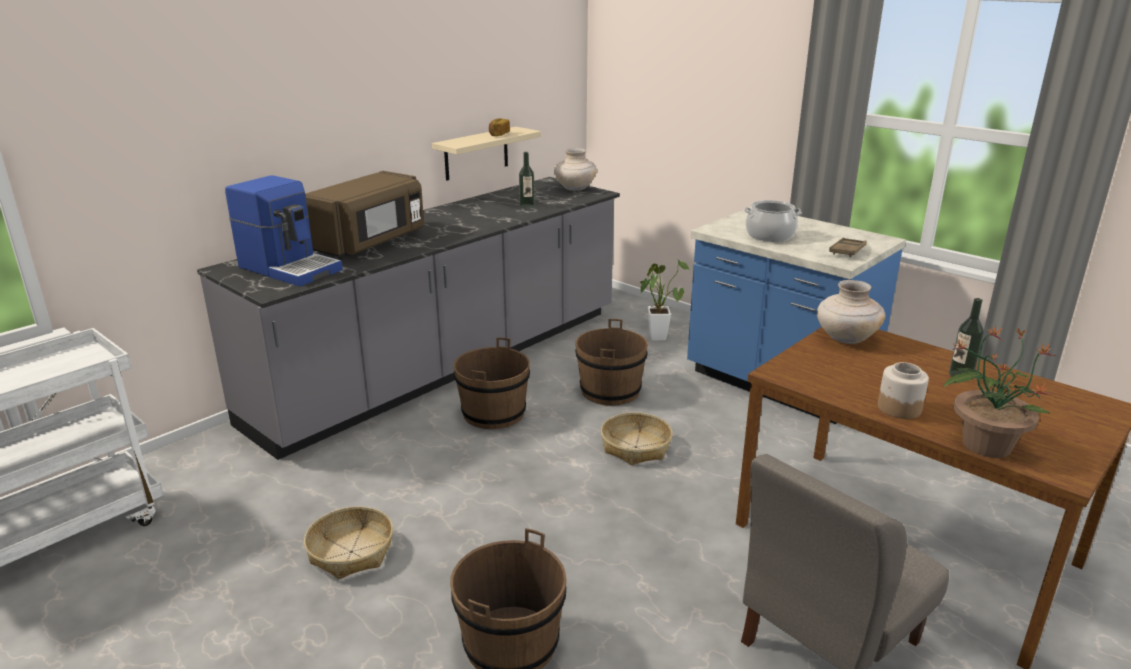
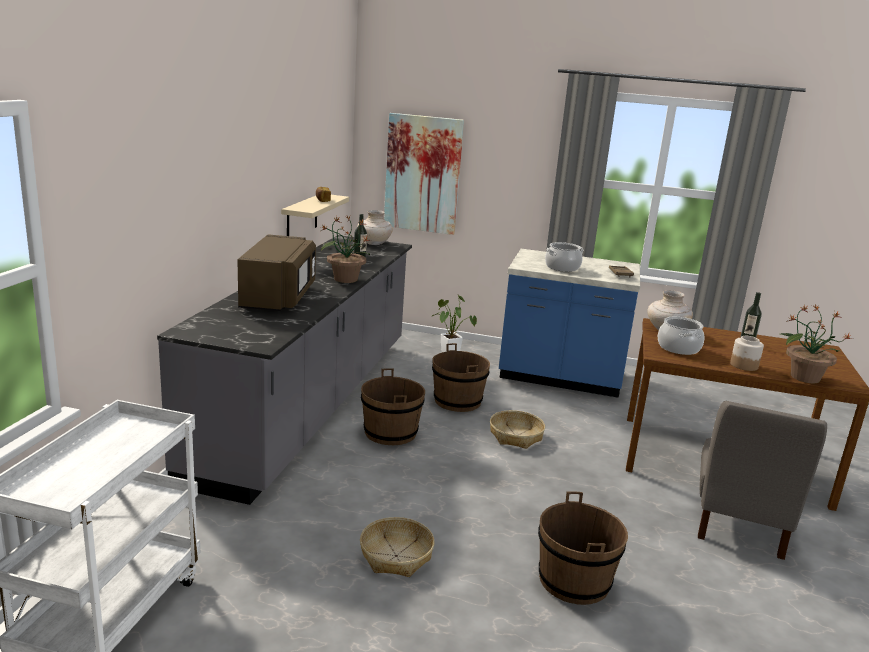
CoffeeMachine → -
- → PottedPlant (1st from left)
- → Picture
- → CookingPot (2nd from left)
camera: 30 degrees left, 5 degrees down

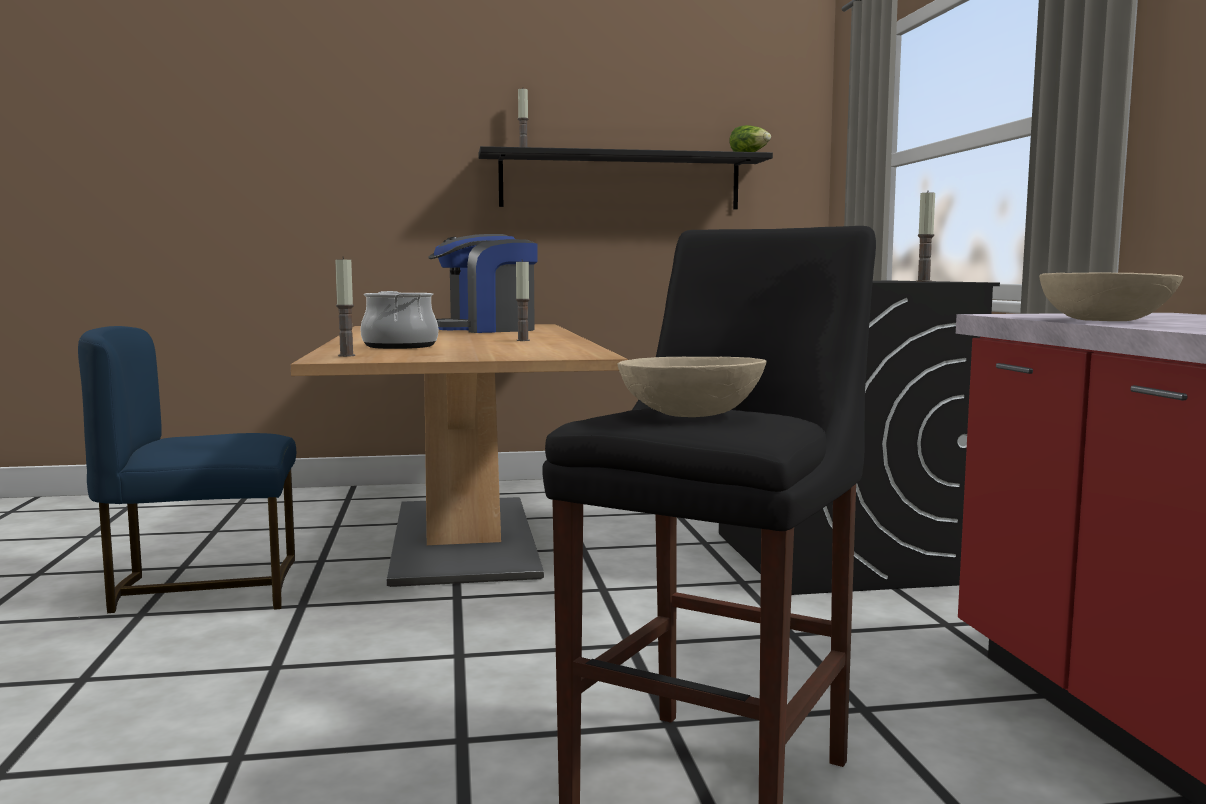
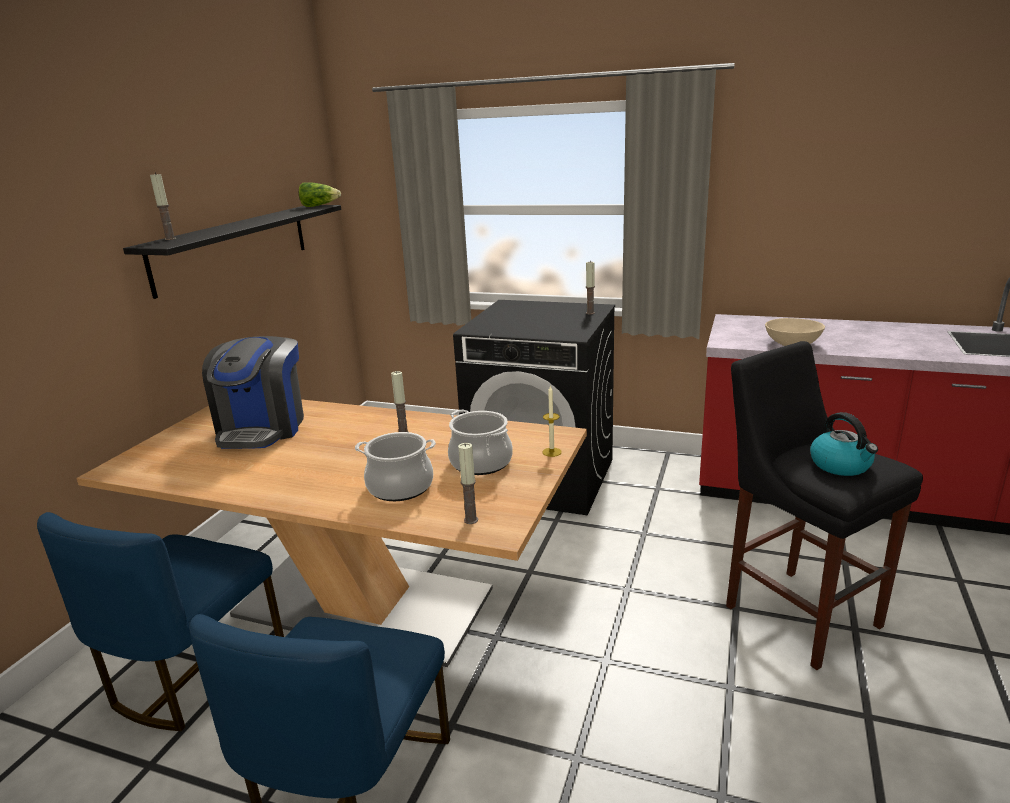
- → BlueChair (1st from left)
- → CookingPot (2nd from left)
- → Candle (4th from left)
BeigeBowl (1st from left) → Kettle
camera: 60 degrees left, 15 degrees up

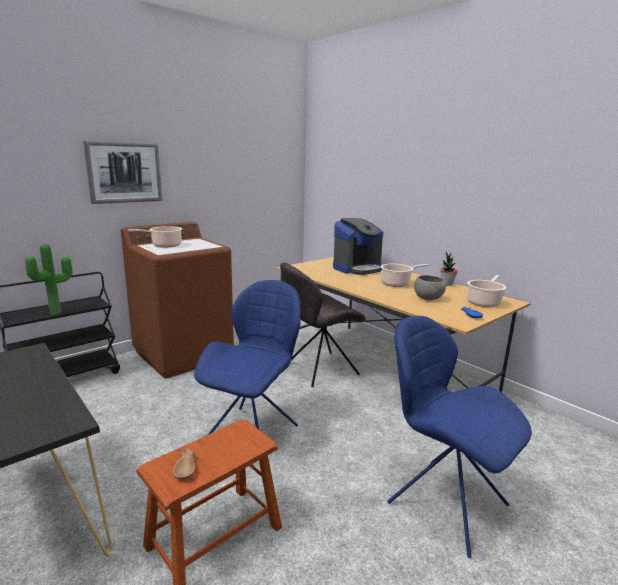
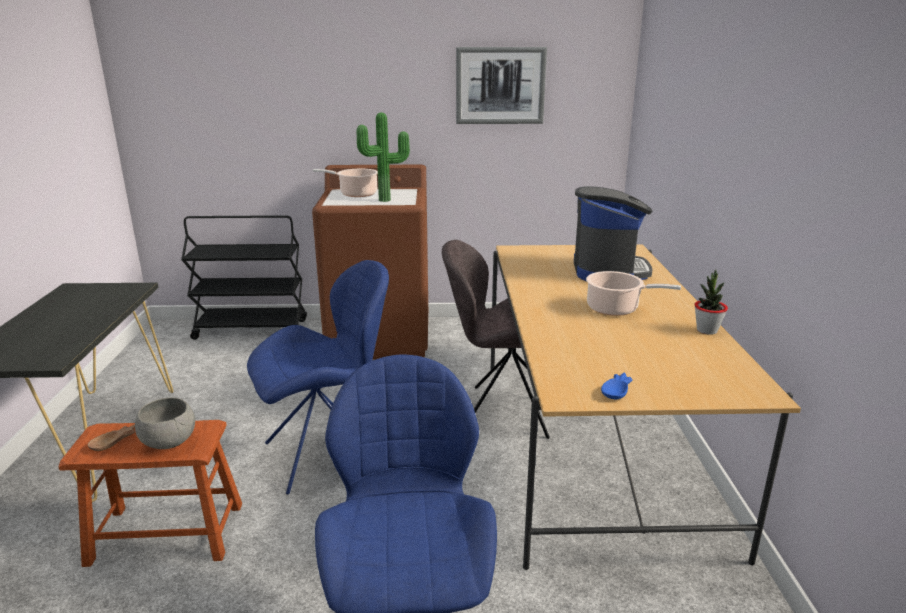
CookingPot (3rd from left) → -
PottedPlant (1st from left), moved
Picture, moved
GreyBowl, moved
CoffeeMachine, 90 degrees counterclockwise
camera: 40 degrees right, 5 degrees up

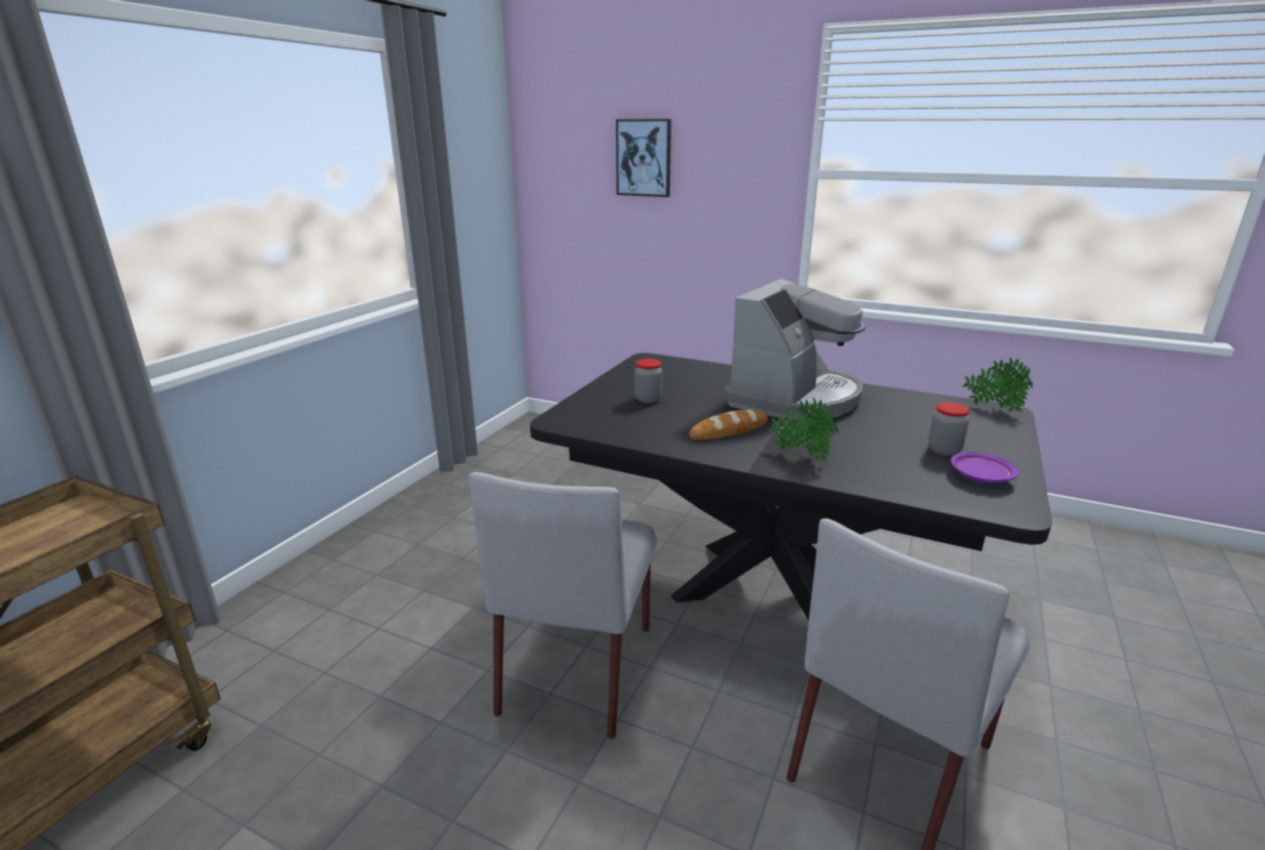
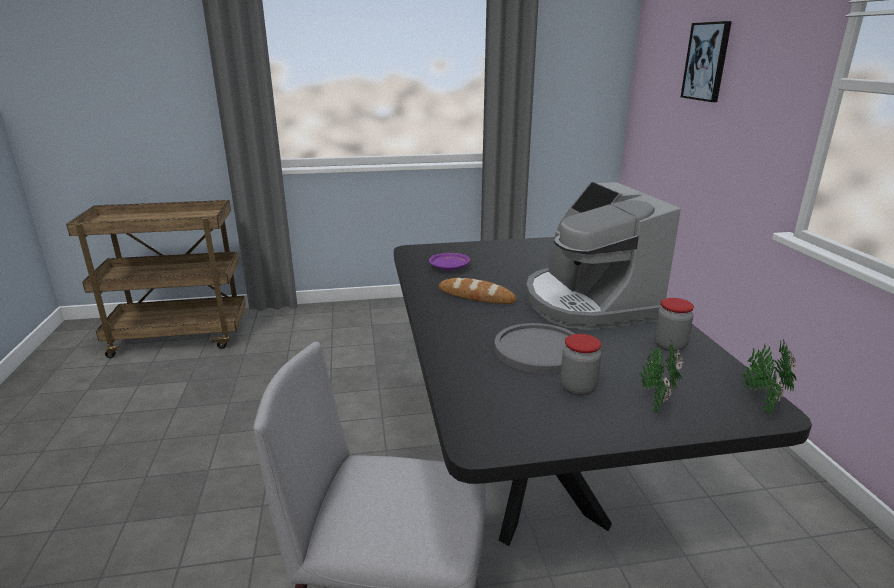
GreyChair (1st from left) → -
- → GreyPlate
Jar (1st from left in the first image) → Jar (2nd from left), moved
PottedPlant (1st from left), moved
PurplePlate, moved
CoffeeMachine, 75 degrees clockwise
camera: 55 degrees right, 0 degrees up

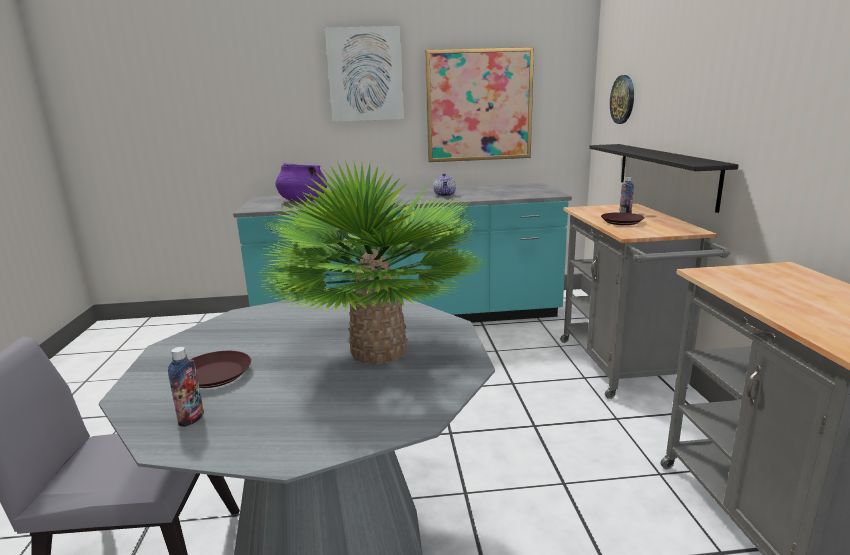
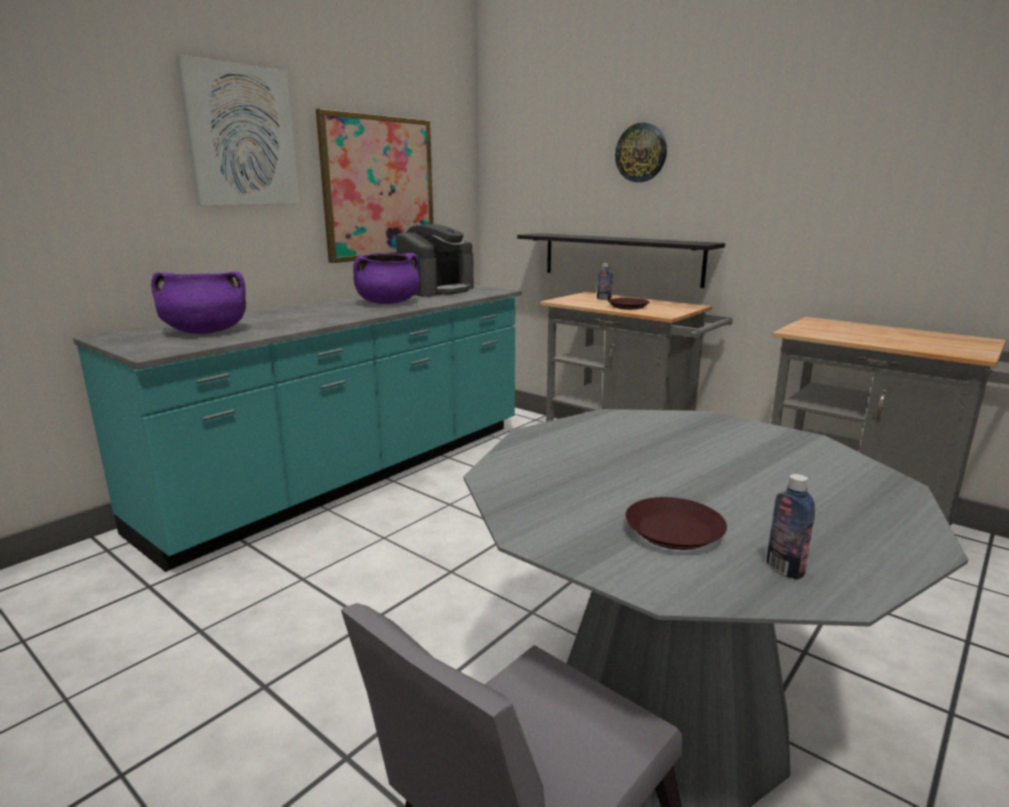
PottedPlant → -
- → CoffeeMachine
WallClock, moved
Teapot → PurpleCookingPot (2nd from left)
camera: 45 degrees left, 0 degrees up

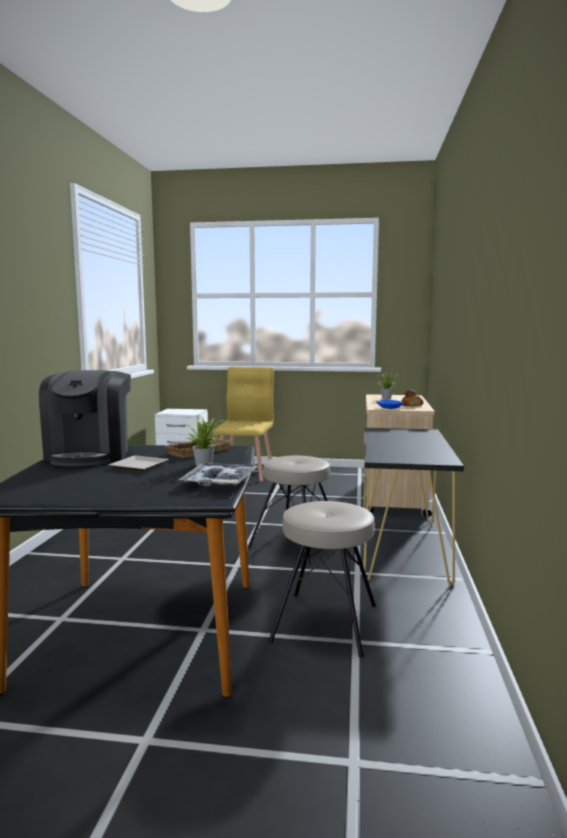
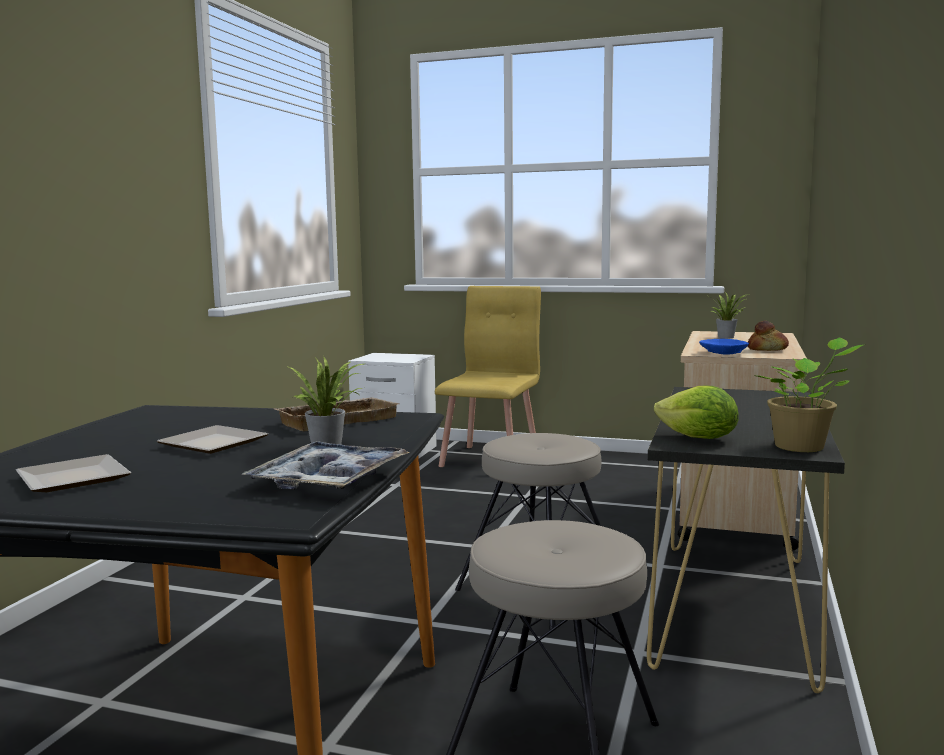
CoffeeMachine → -
- → Plate (1st from left)
- → Lettuce
- → PottedPlant (3rd from left)
camera: 10 degrees right, 0 degrees up

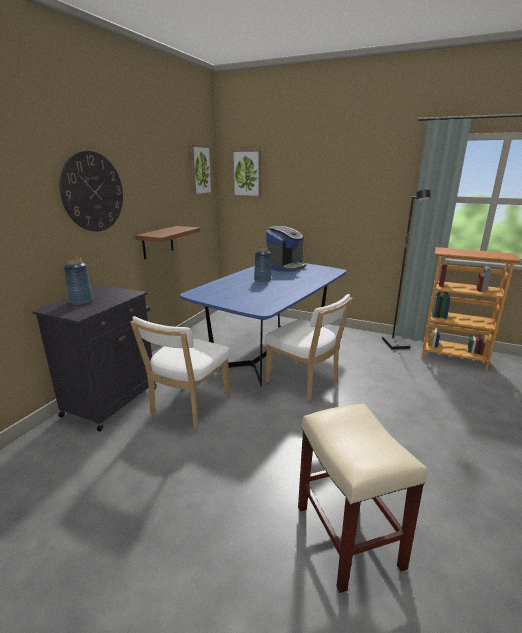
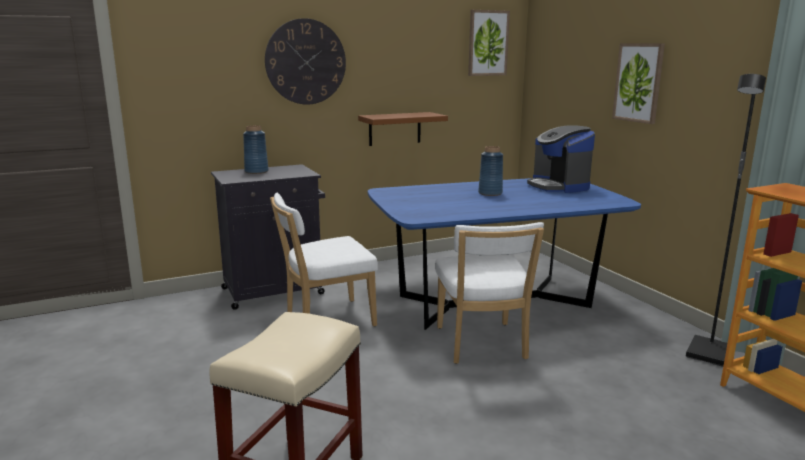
Picture (2nd from left), moved
CoffeeMachine, 75 degrees clockwise
camera: 40 degrees right, 5 degrees down

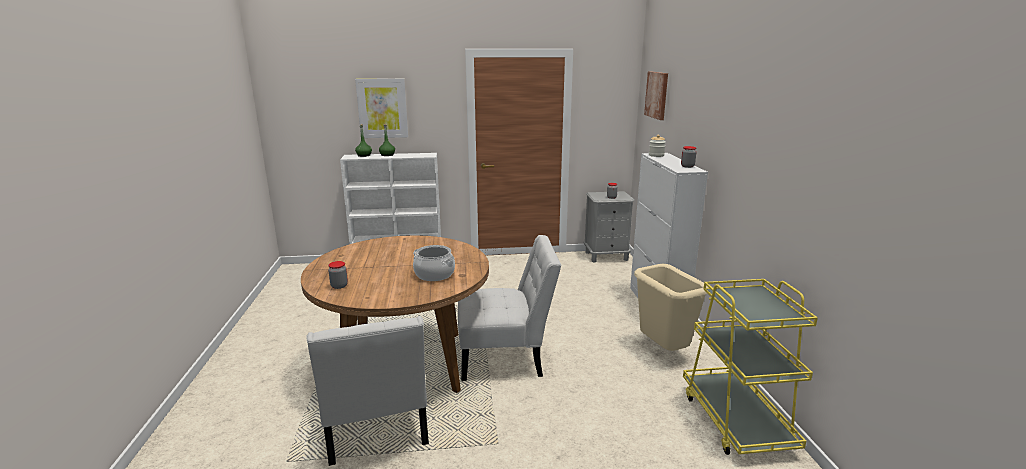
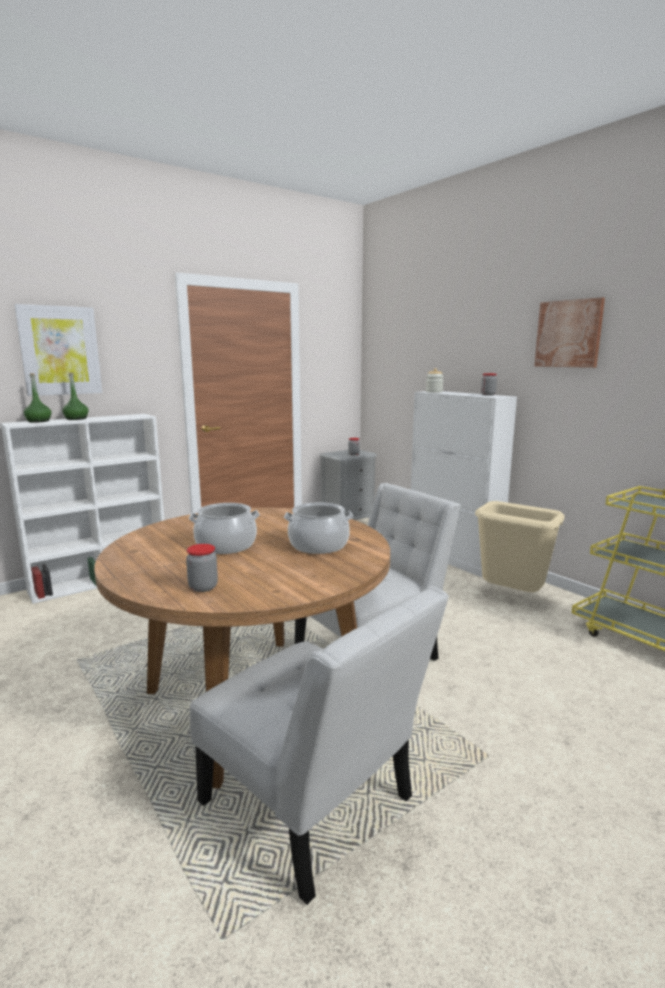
- → CookingPot (1st from left)
Picture (2nd from left), moved
camera: 30 degrees left, 5 degrees down

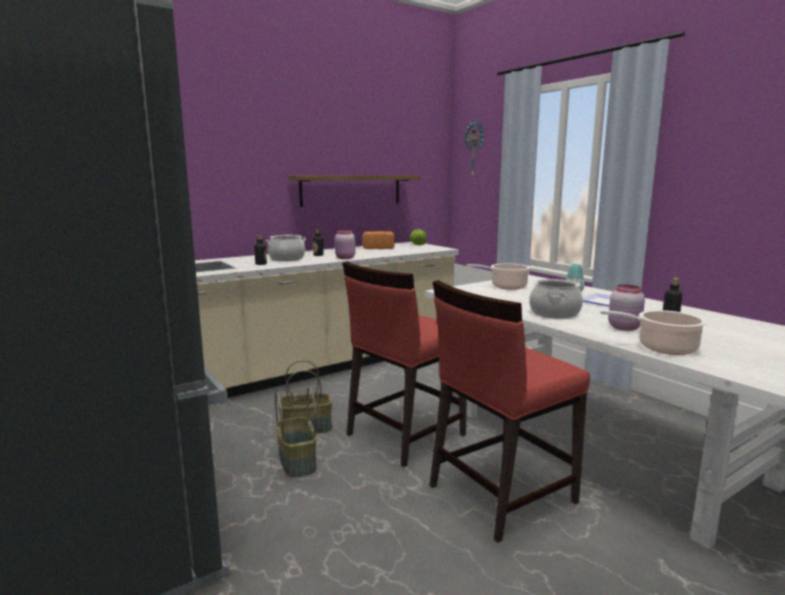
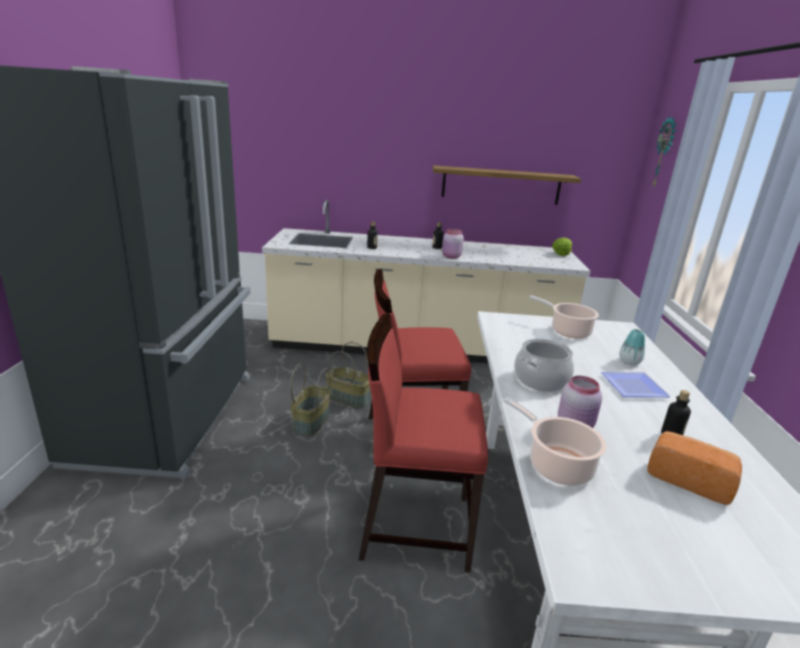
CookingPot (1st from left) → -
Bread, moved
camera: 35 degrees right, 10 degrees up

